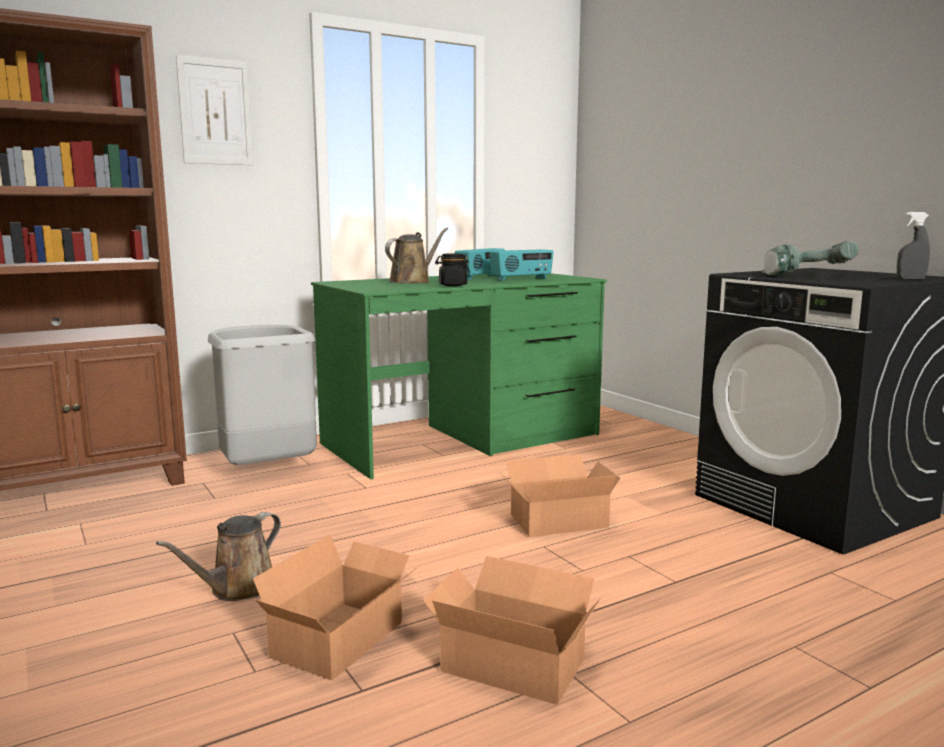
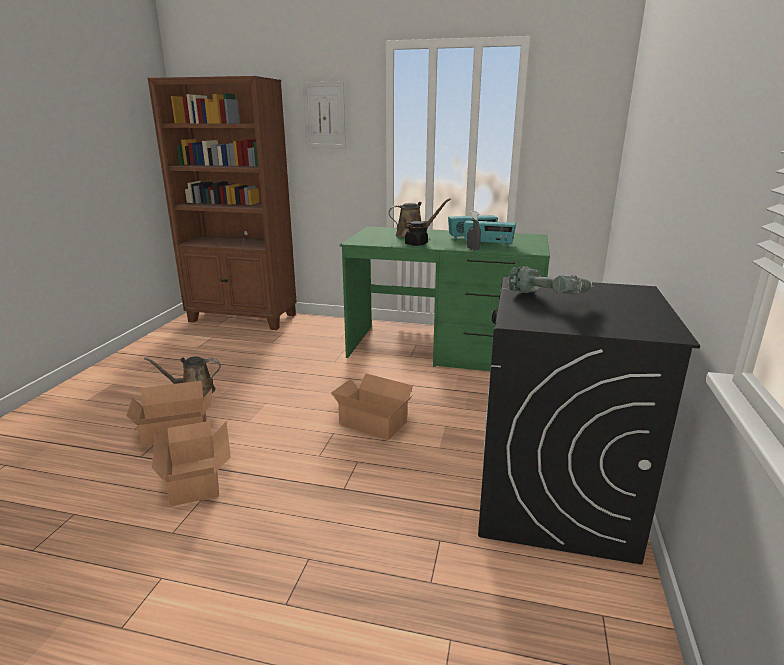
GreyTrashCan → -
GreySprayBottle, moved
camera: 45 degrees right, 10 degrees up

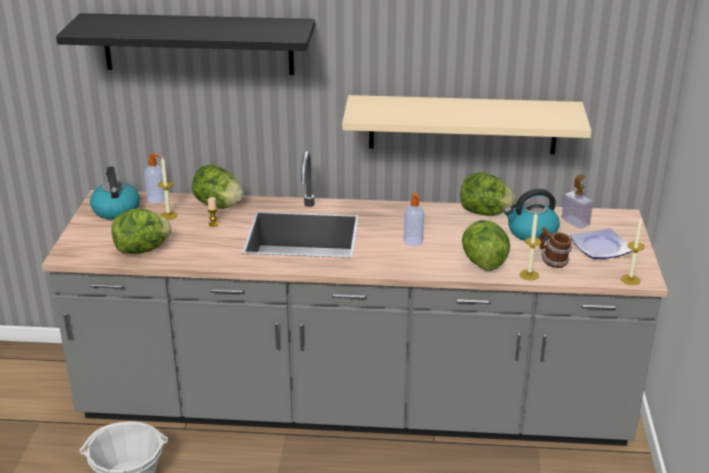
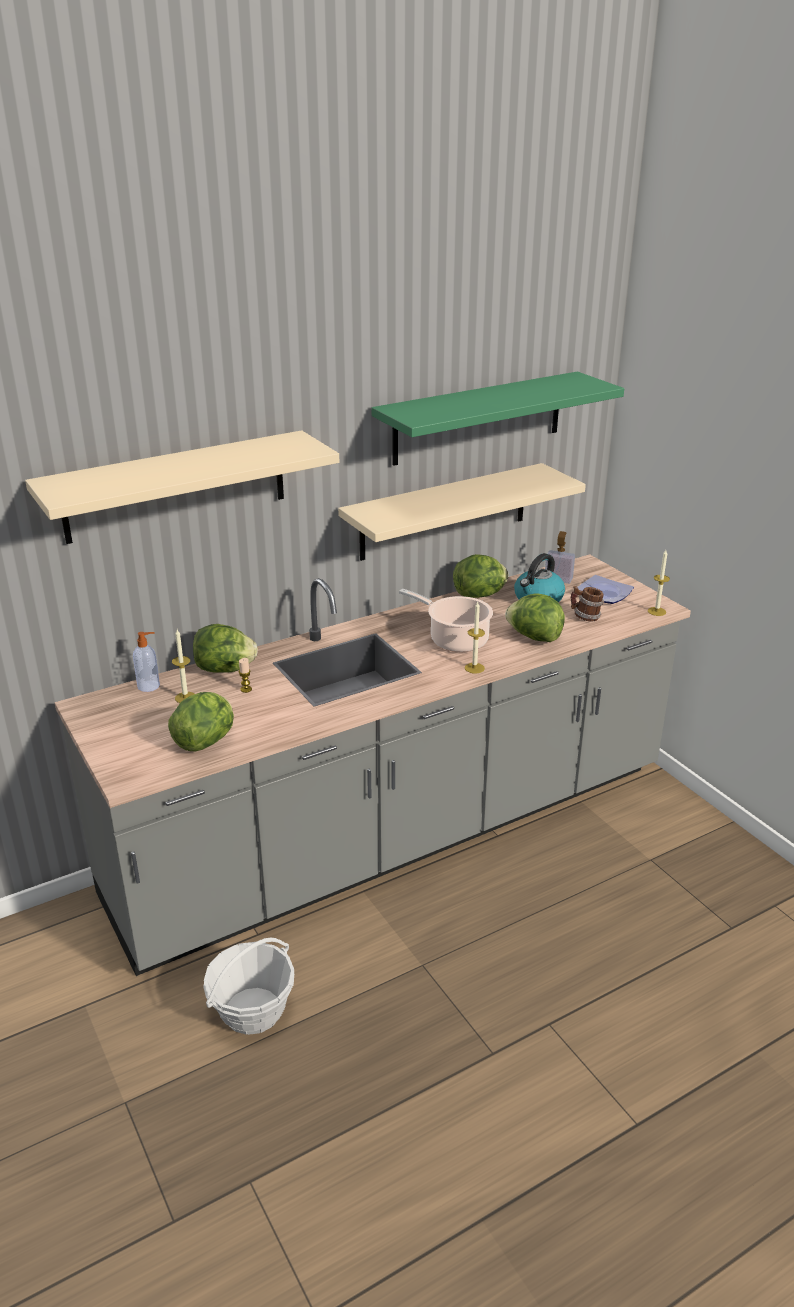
Kettle (1st from left) → -
- → GreenShelf
Candle (3rd from left), moved
SoapDispenser (2nd from left) → CookingPot
BlackShelf → BeigeShelf (1st from left)
camera: 35 degrees left, 0 degrees up

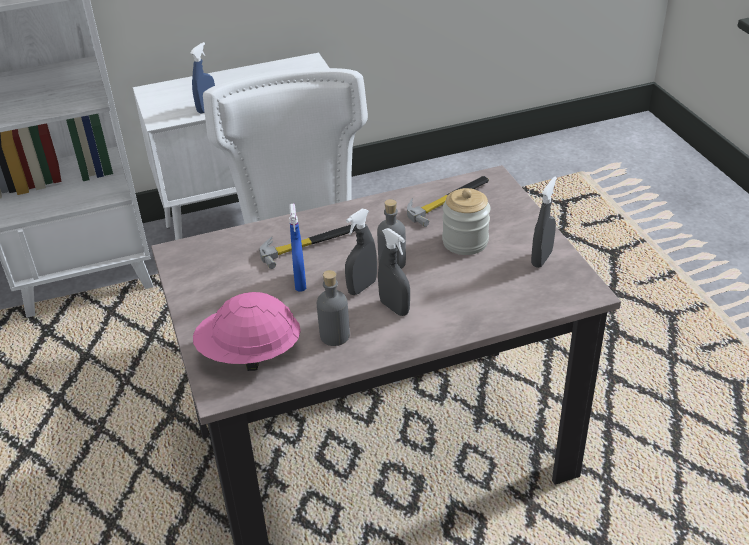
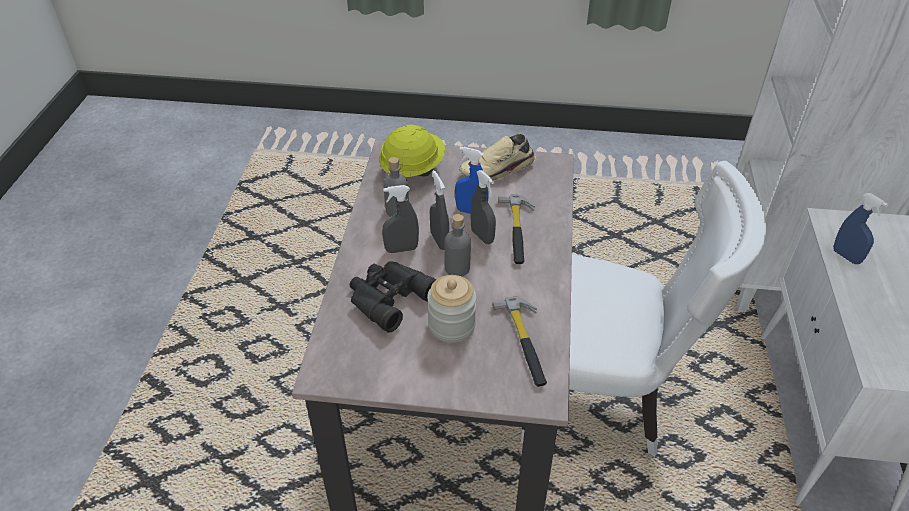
- → BlackBinoculars
- → BeigeShoe
GreySprayBottle (3rd from left), moved
PinkHardHat → YellowHardHat
camera: 115 degrees right, 5 degrees up

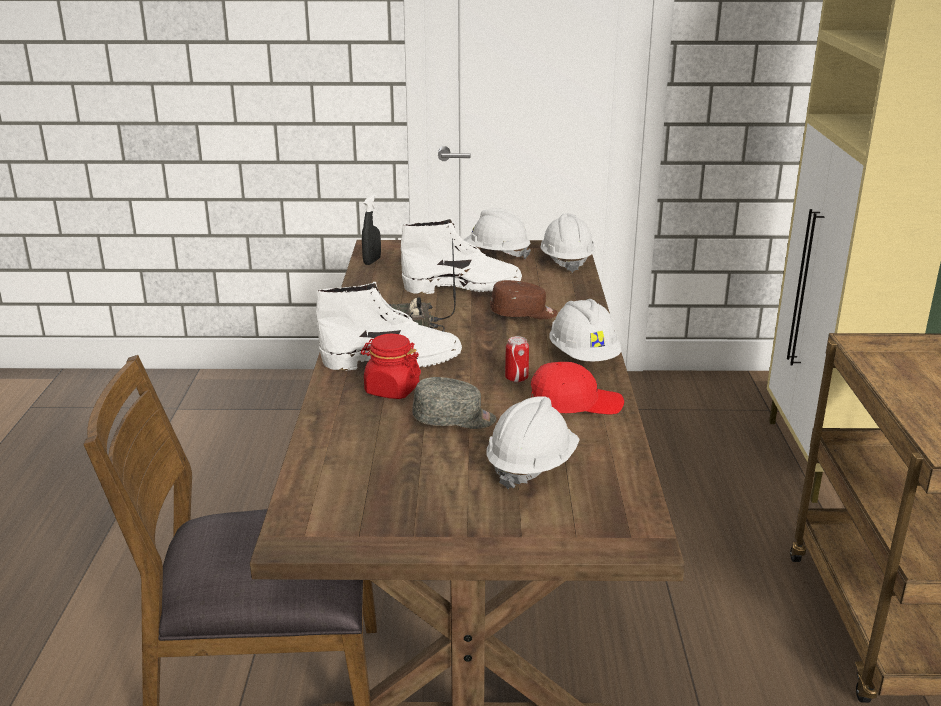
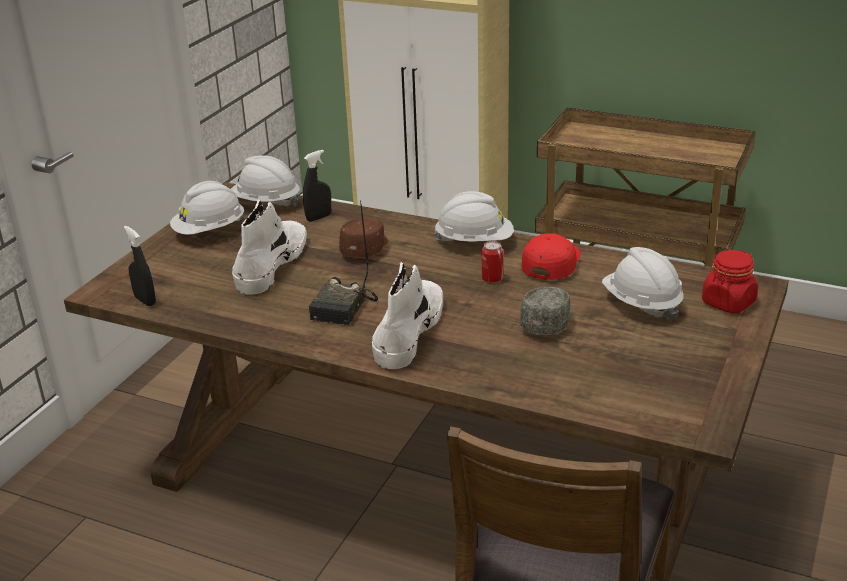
- → BlackSprayBottle (2nd from left)
RedJar, moved
camera: 65 degrees left, 5 degrees up

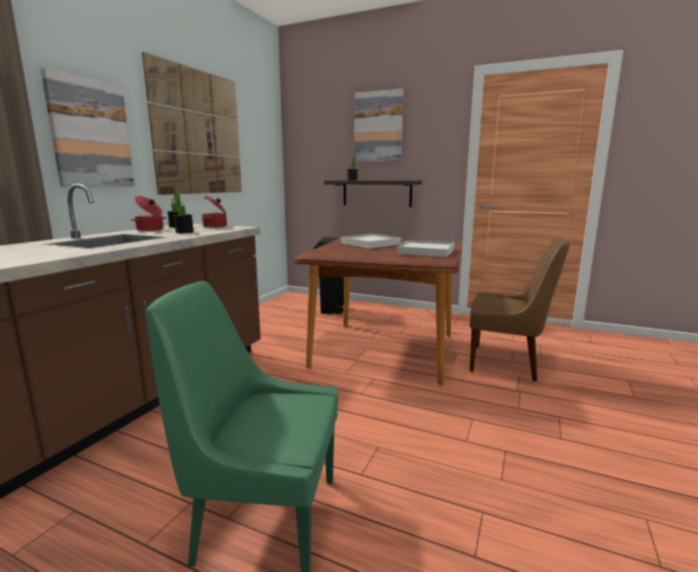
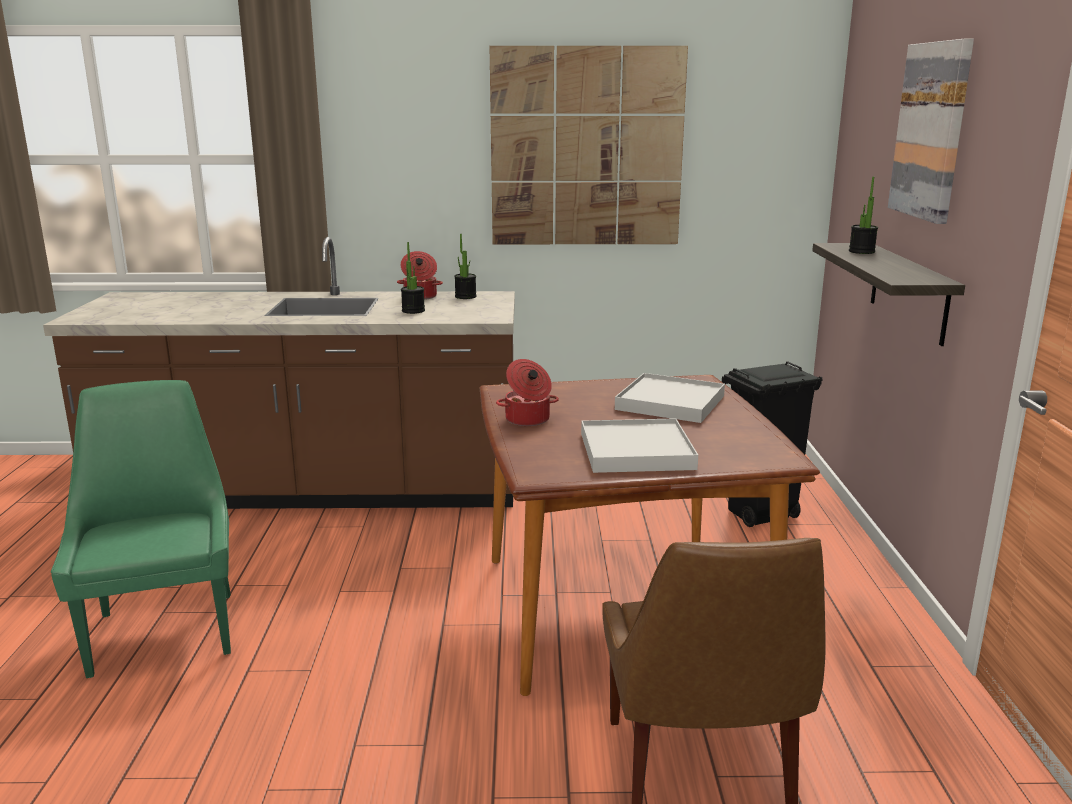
Picture (1st from left) → -
CookingPot (2nd from left), moved
camera: 65 degrees right, 5 degrees up

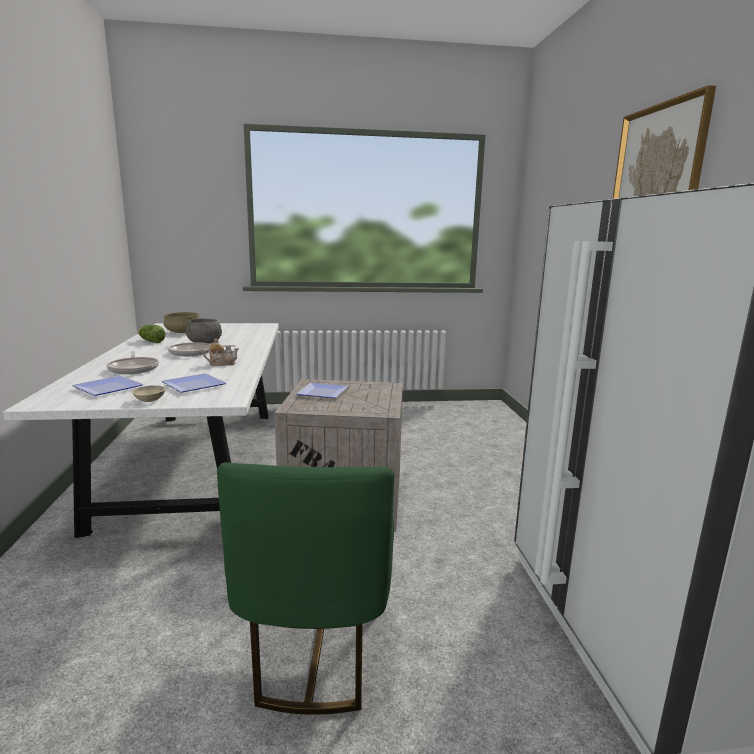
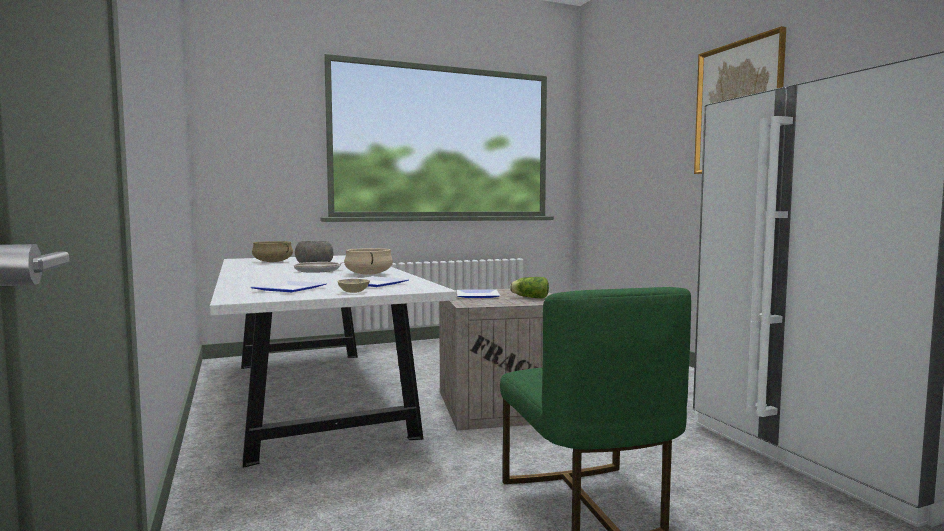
FryingPan (1st from left) → -
Lettuce, moved
Teapot → BeigeCookingPot (2nd from left)
camera: 15 degrees left, 10 degrees down

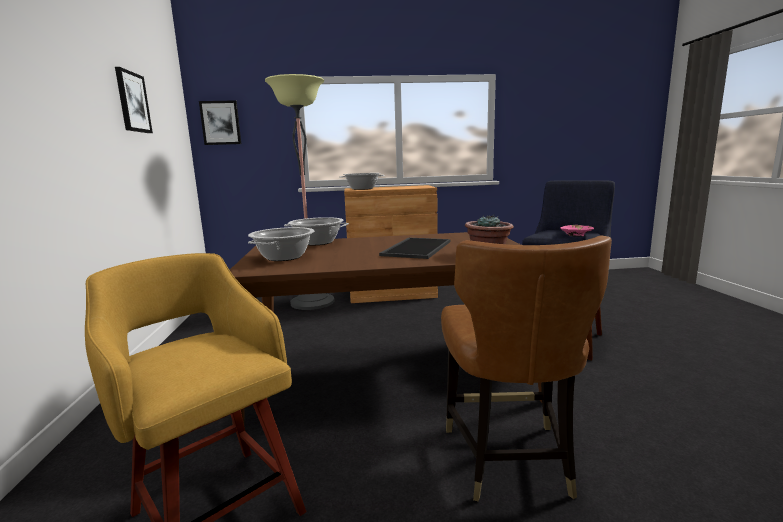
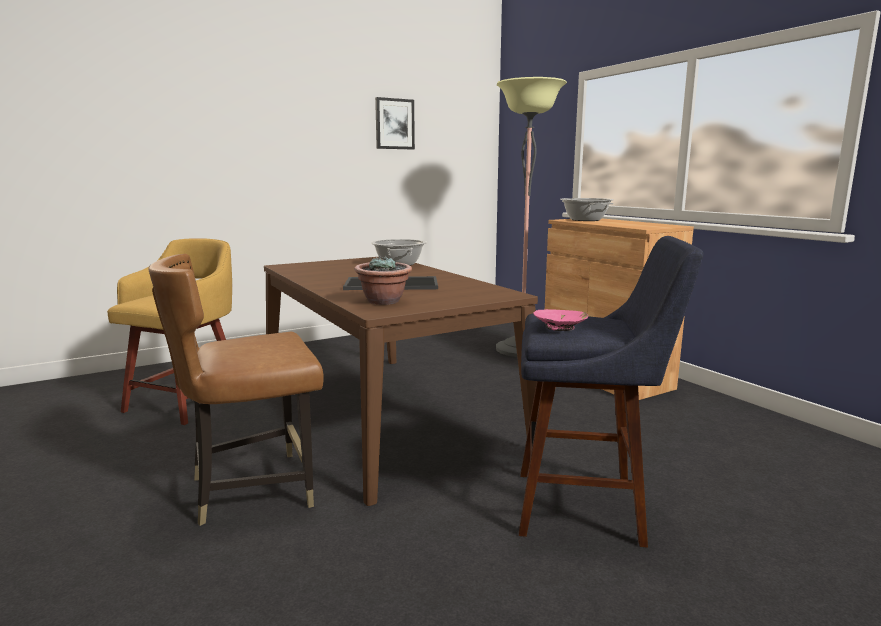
Picture (2nd from left) → -
CookingPot (1st from left) → -
camera: 65 degrees right, 0 degrees up

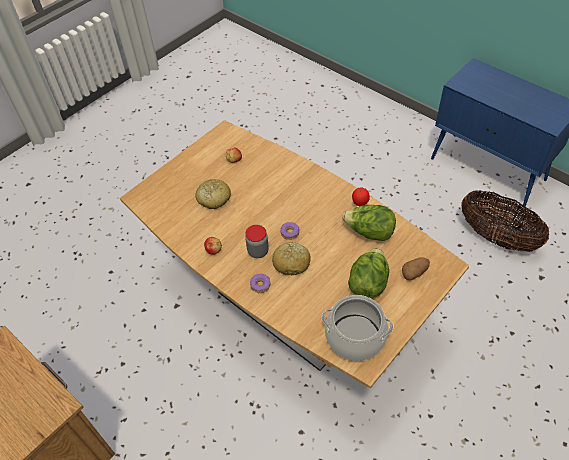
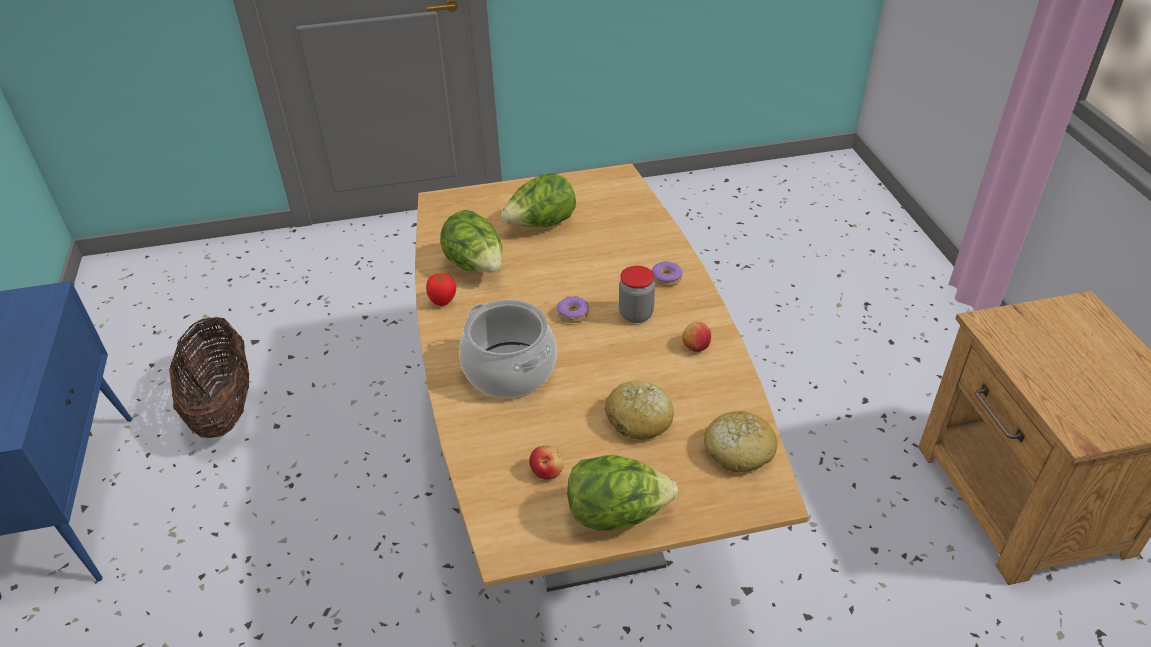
Potato → -
- → Lettuce (3rd from left)
Bread (2nd from left), moved
CookingPot, moved
camera: 145 degrees left, 10 degrees down

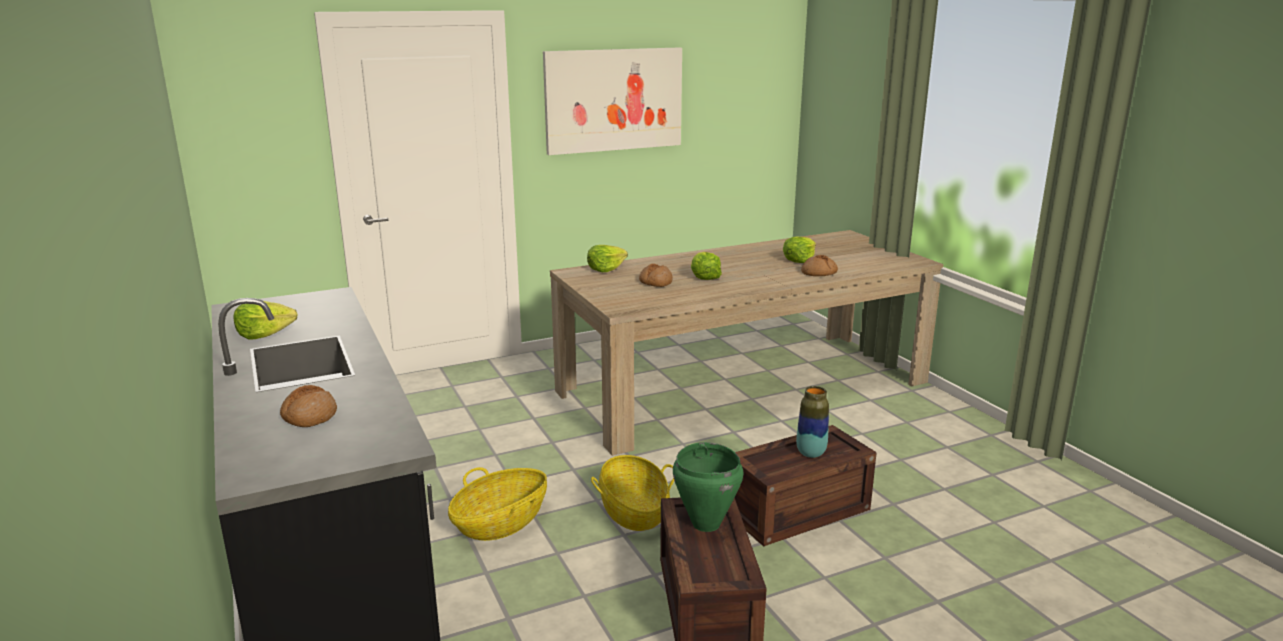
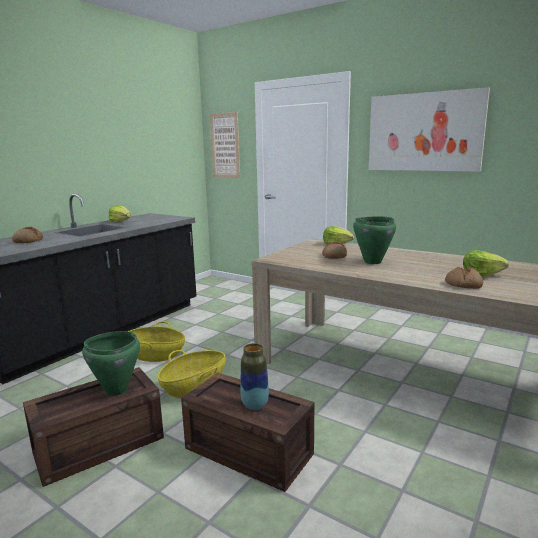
- → Picture (1st from left)
Lettuce (3rd from left) → GreenCookingPot (2nd from left)
camera: 60 degrees right, 5 degrees down

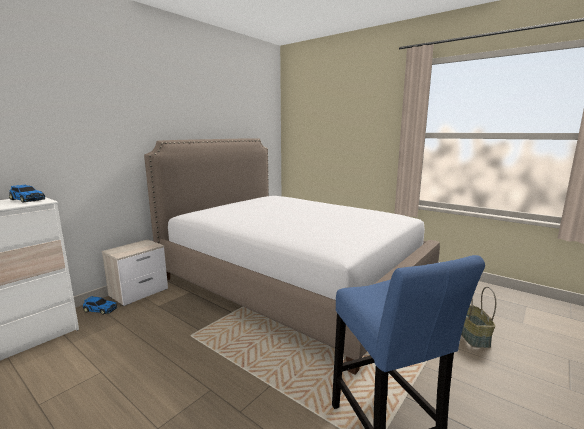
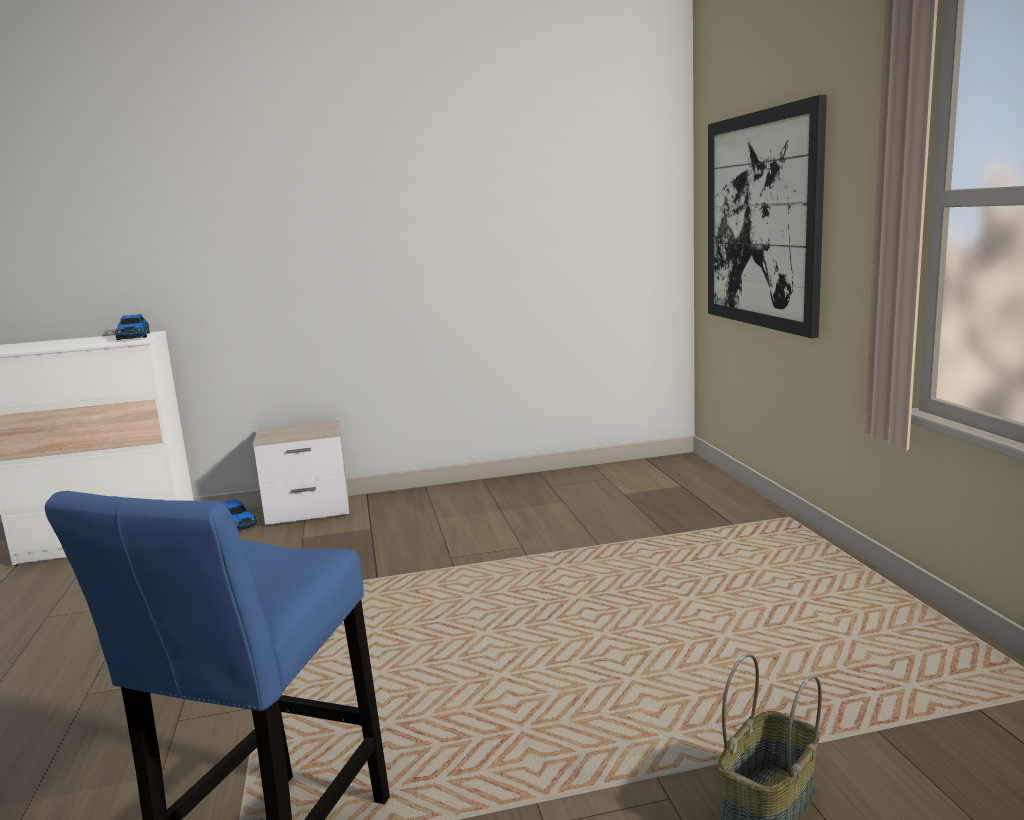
Bed → -
- → Picture
camera: 40 degrees right, 0 degrees up

